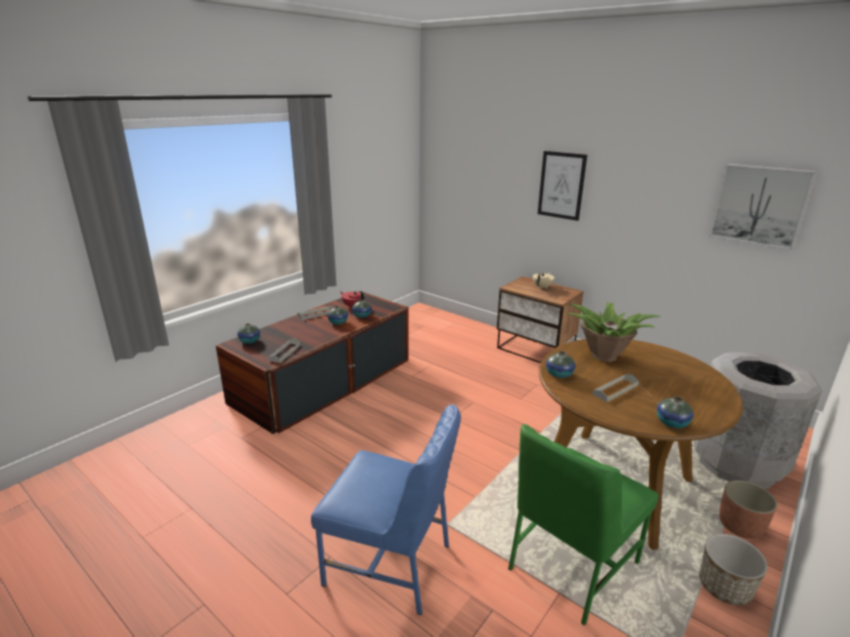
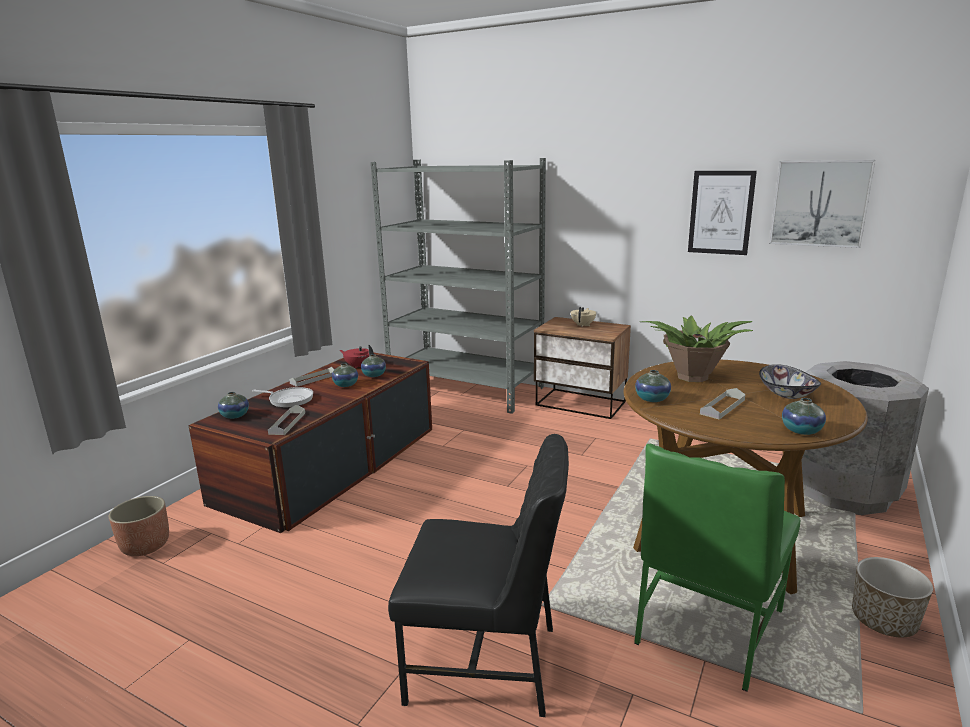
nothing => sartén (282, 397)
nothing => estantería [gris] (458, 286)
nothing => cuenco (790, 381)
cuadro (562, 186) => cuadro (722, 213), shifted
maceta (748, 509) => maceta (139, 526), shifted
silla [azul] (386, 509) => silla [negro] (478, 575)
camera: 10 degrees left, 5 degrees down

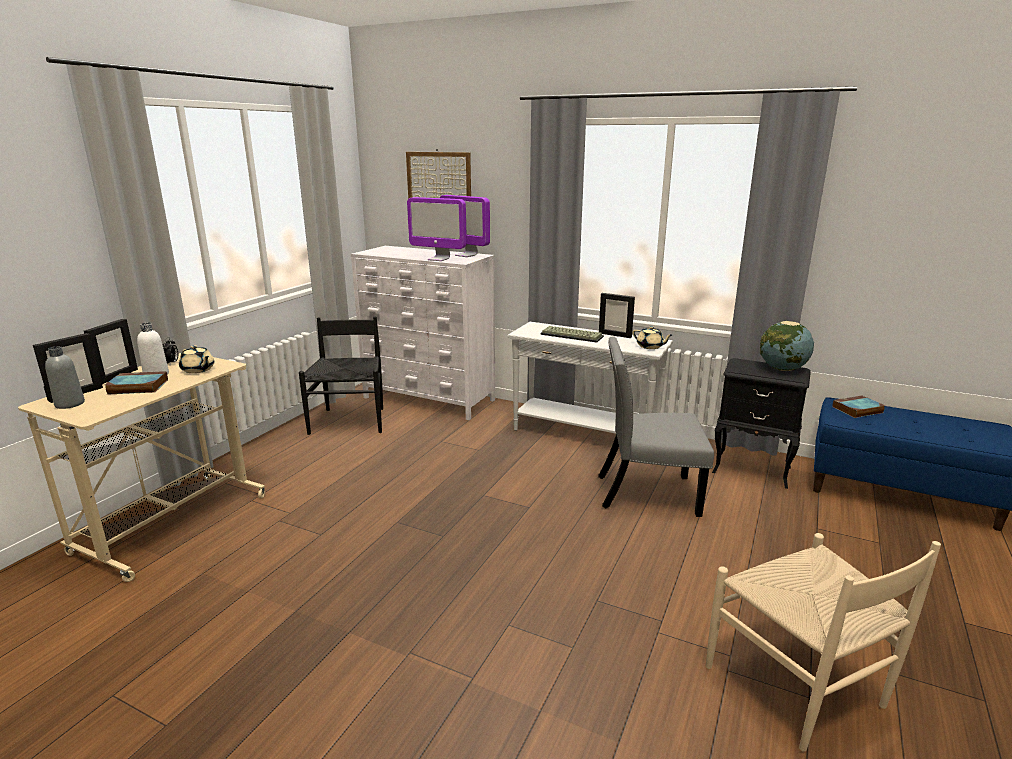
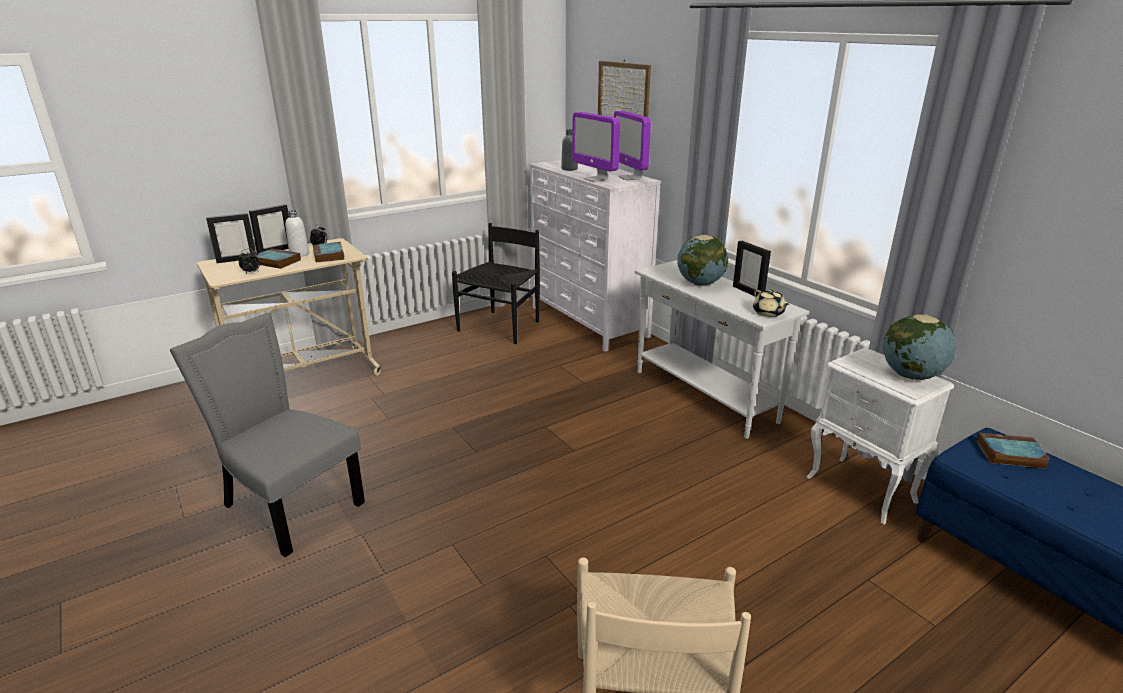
nothing => despertador (249, 262)
botella [gris] (65, 377) => botella [gris] (569, 150), shifted
silla [gris] (656, 426) => silla [gris] (267, 435), shifted
tetera [beis] (196, 359) => libro (329, 252)
teclado (572, 334) => globo terráqueo (703, 260)
mesita de noche [negro] (761, 423) => mesita de noche [blanco] (880, 436)
camera: 30 degrees right, 5 degrees up

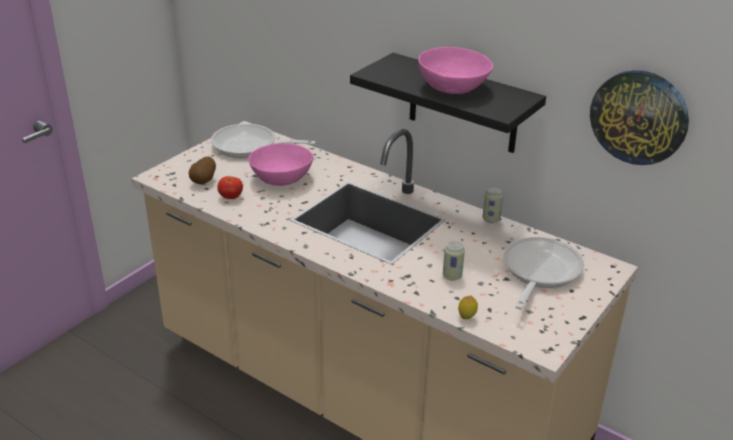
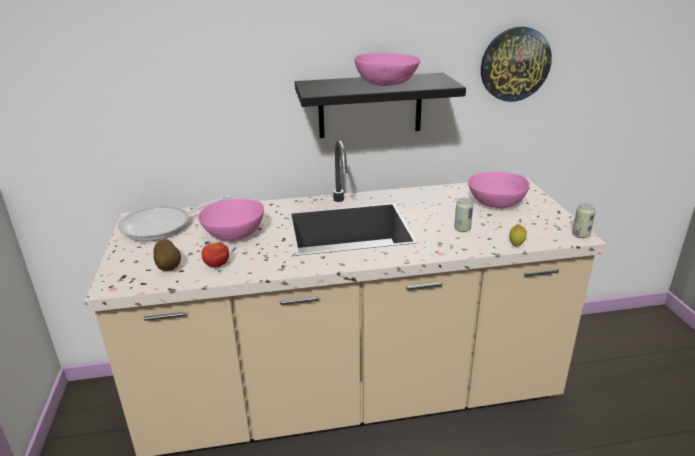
lata (493, 205) => lata (584, 220), shifted
sartén (543, 273) => cuenco [rosa] (499, 190)
camera: 45 degrees left, 5 degrees down

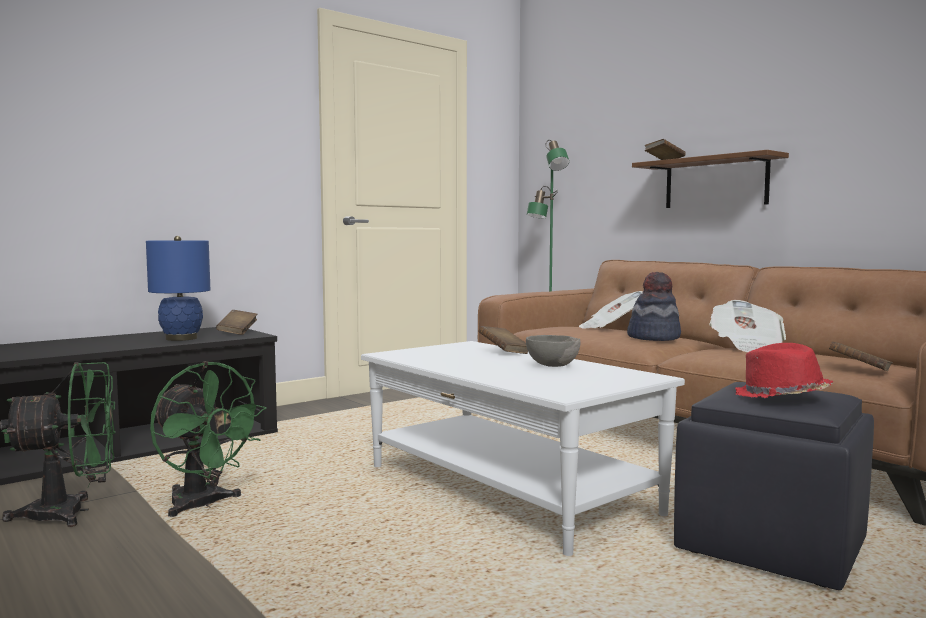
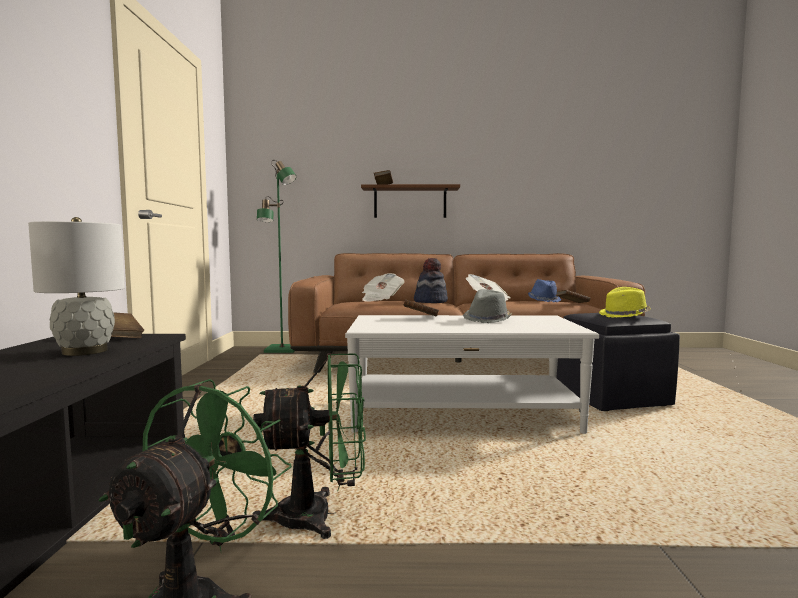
nothing => sombrero [azul] (544, 290)
cuenco [gris] (553, 351) => sombrero [gris] (487, 306)
lámpara de mesa [azul] (178, 288) => lámpara de mesa [blanco] (76, 286)
sombrero [rojo] (784, 370) => sombrero [amarillo] (624, 302)
camera: 50 degrees left, 0 degrees up

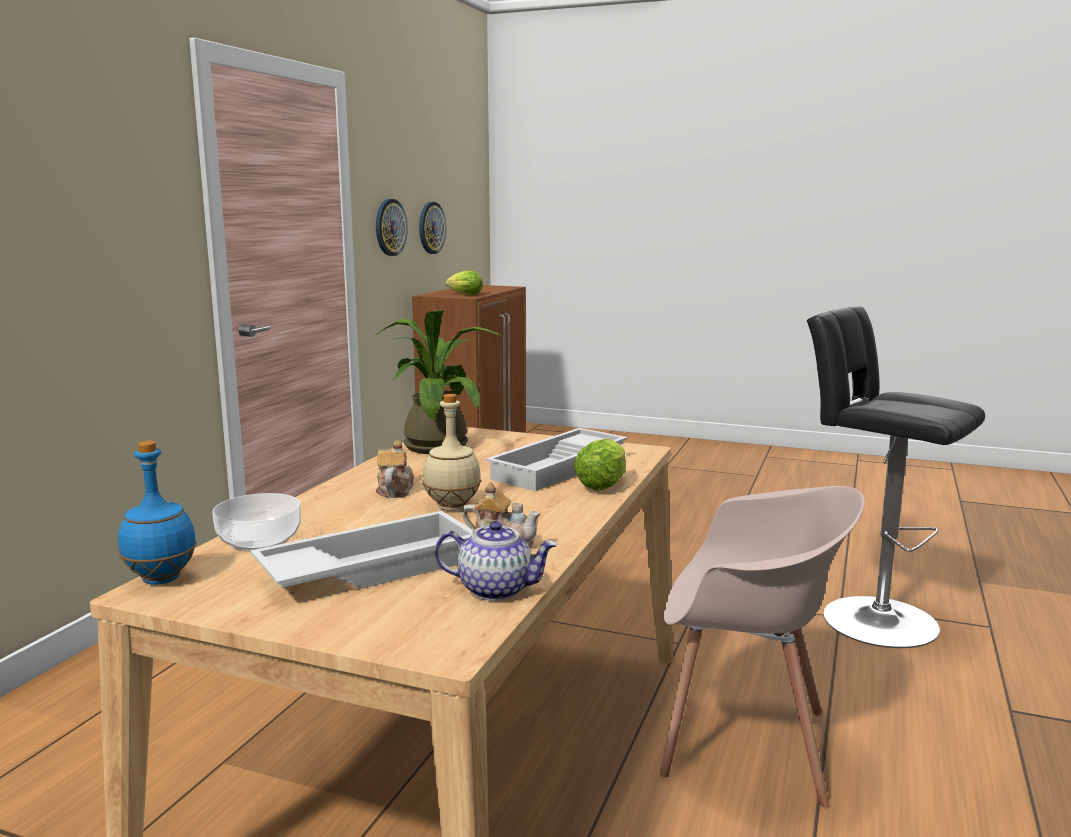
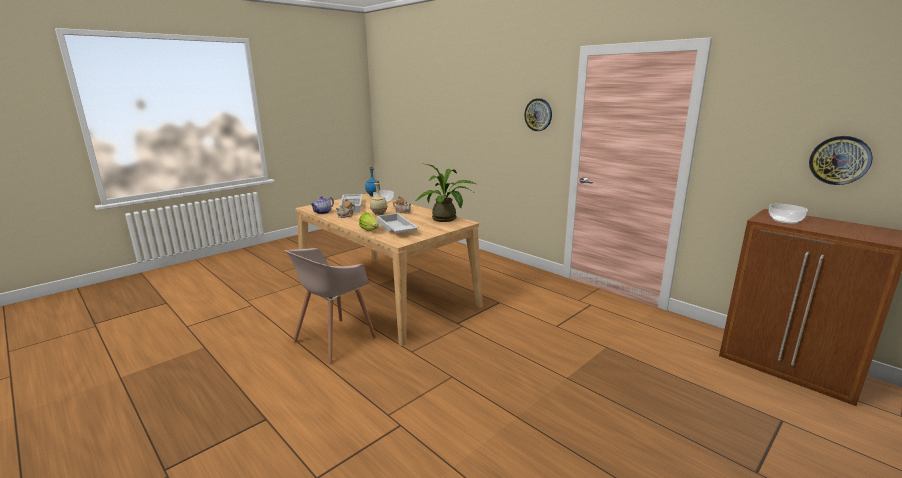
taburete [negro] (896, 477) => nothing
reloj de pared (392, 227) => reloj de pared (538, 114), shifted
lechuga (464, 283) => cuenco (788, 214)
camera: 115 degrees right, 5 degrees up

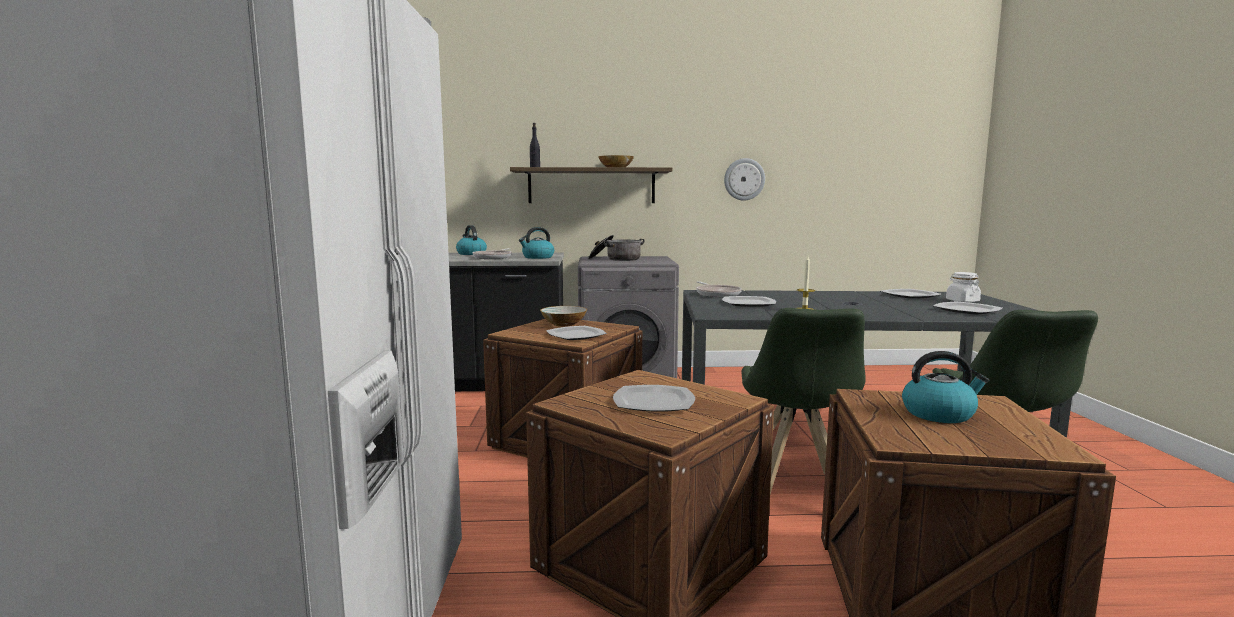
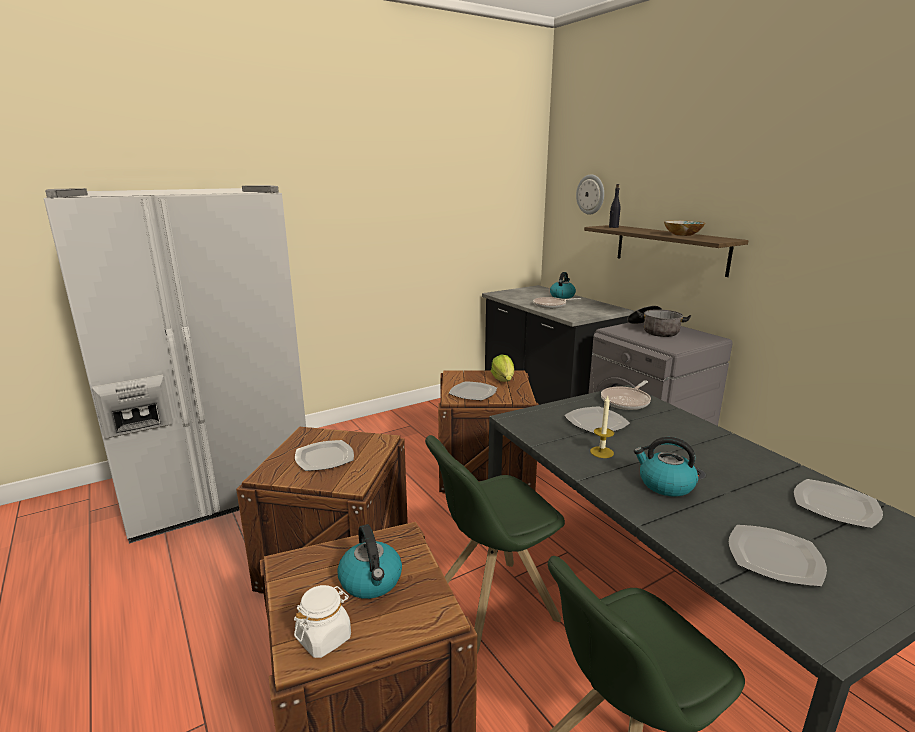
hervidor (536, 243) => hervidor (666, 466), shifted
reloj de pared (744, 179) => reloj de pared (590, 194), shifted
tarro [blanco] (963, 287) => tarro [blanco] (322, 621), shifted
cuenco (563, 316) => lechuga (502, 368)
camera: 60 degrees right, 10 degrees up

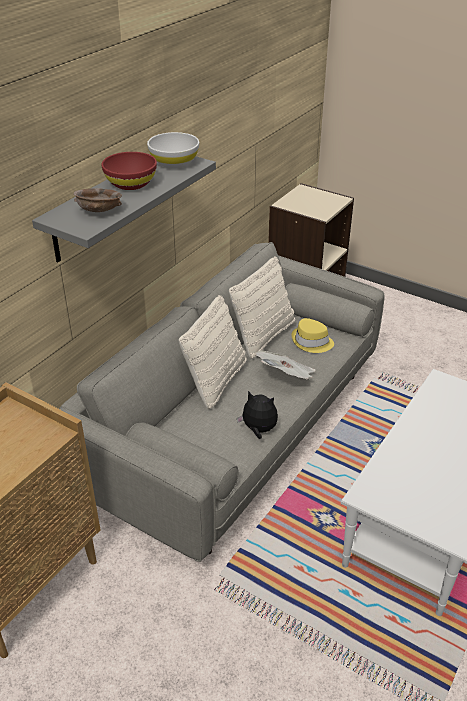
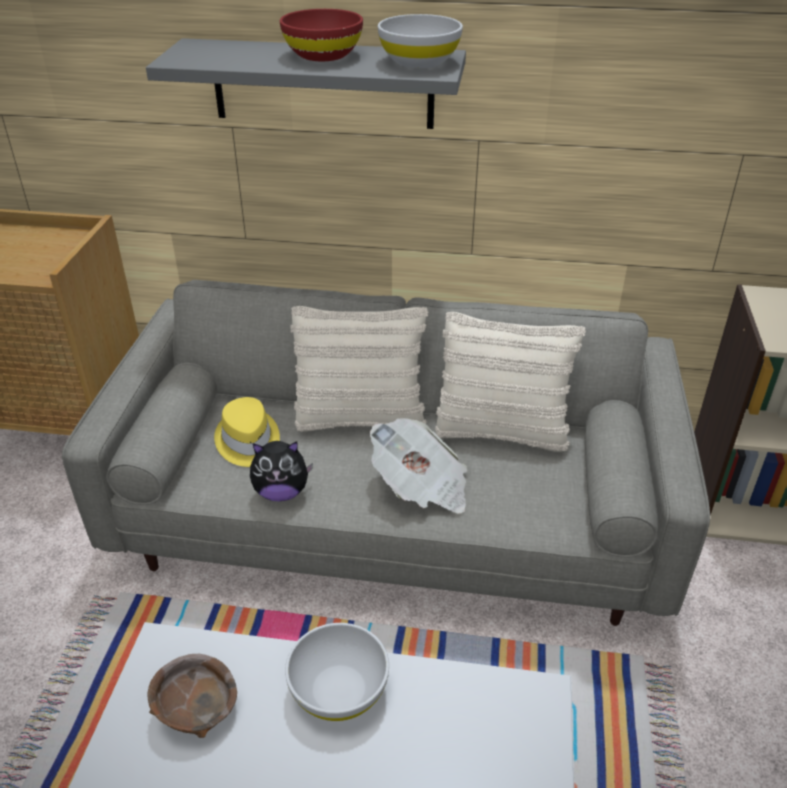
nothing => cuenco [blanco] (337, 672)
cuenco [marrón] (97, 200) => cuenco [marrón] (192, 696), shifted
sombrero [amarillo] (312, 335) => sombrero [amarillo] (247, 432), shifted
peluche (257, 415) => peluche (281, 471), 90 degrees clockwise
camera: 65 degrees right, 0 degrees up

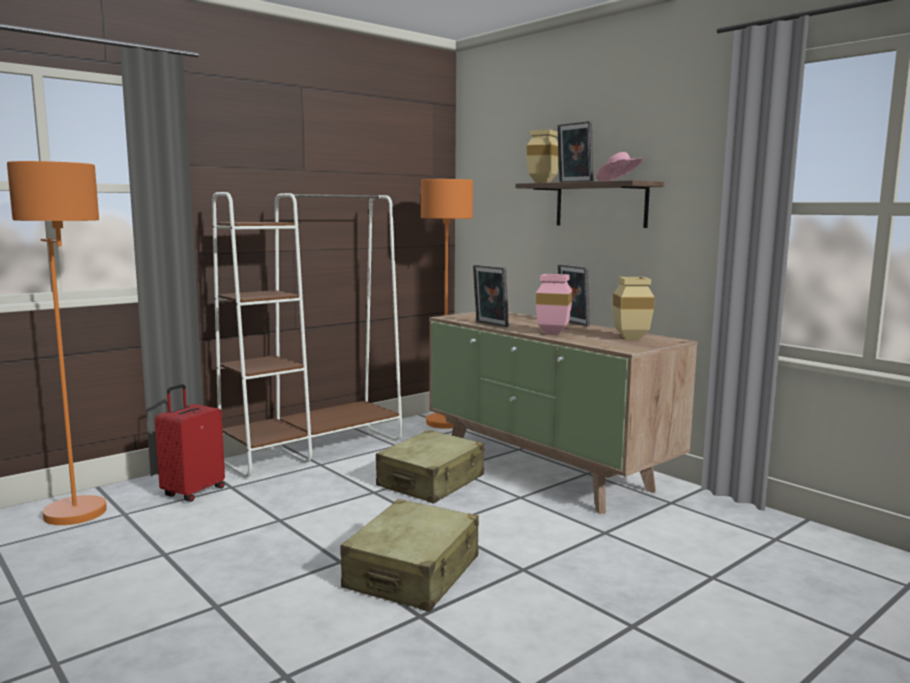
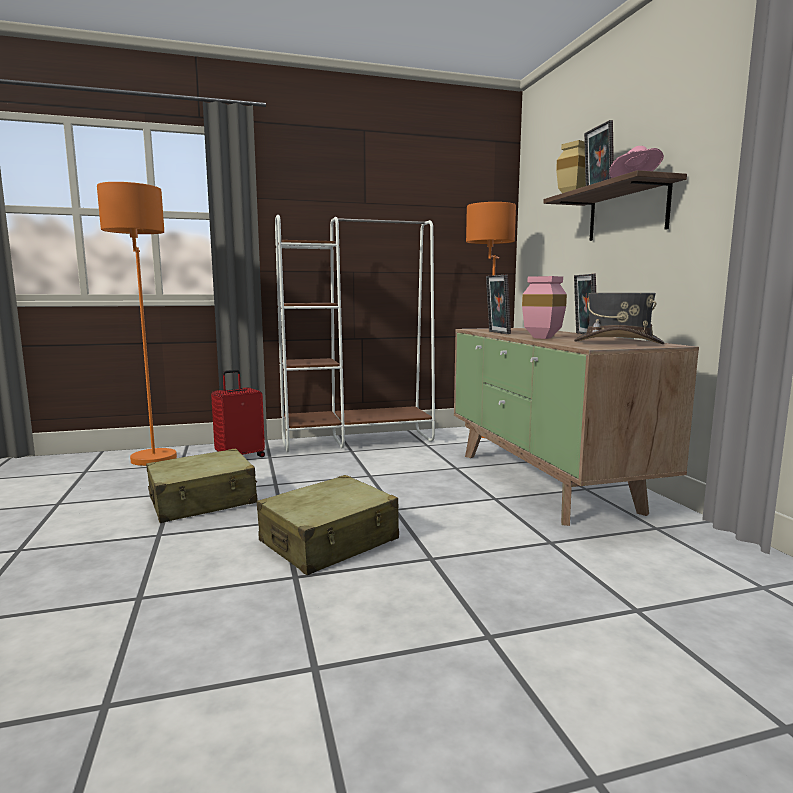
maleta [beis] (430, 467) => maleta [beis] (202, 486), shifted
florero [beis] (634, 308) => sombrero [gris] (619, 318)
camera: 25 degrees right, 0 degrees up

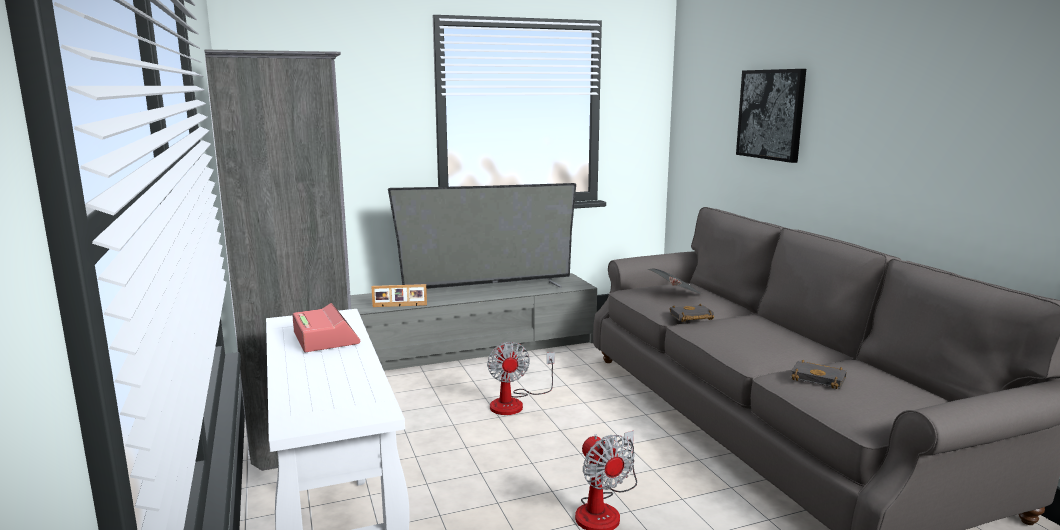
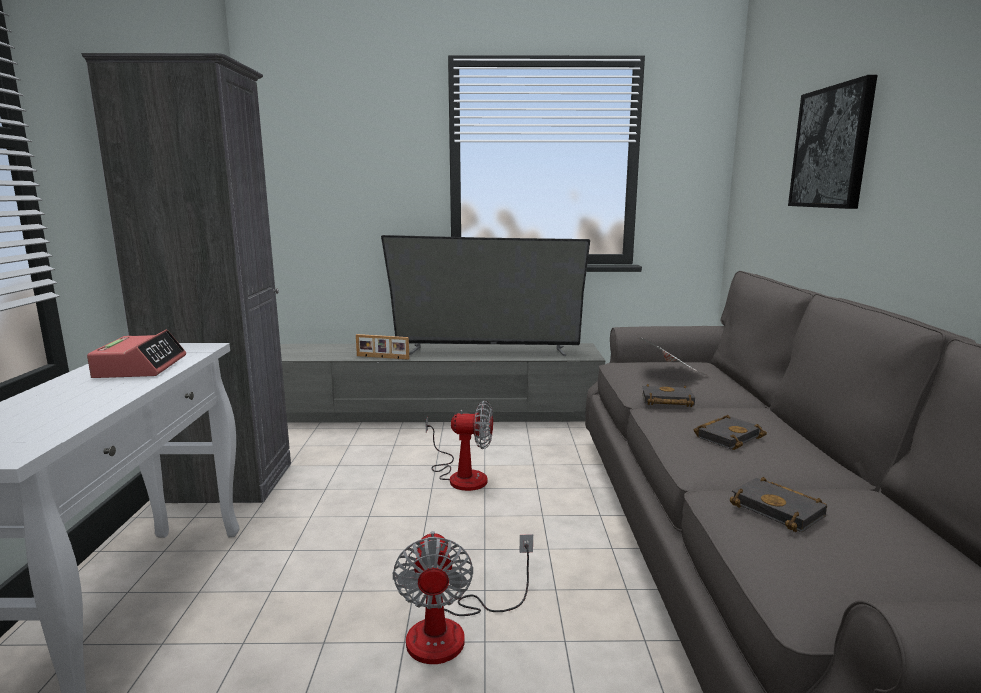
nothing => libro [negro] (730, 432)
ventilador (521, 378) => ventilador (459, 446), 90 degrees counterclockwise
camera: 20 degrees right, 0 degrees up

